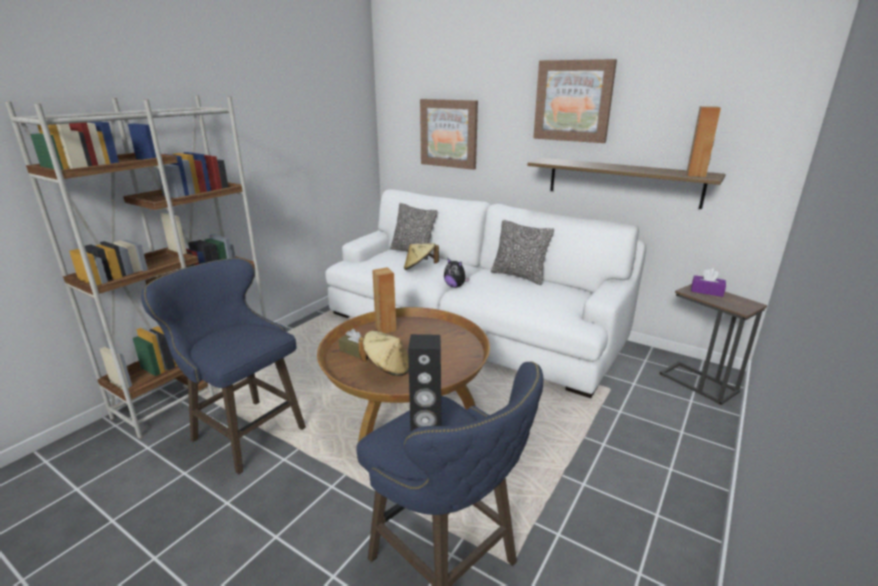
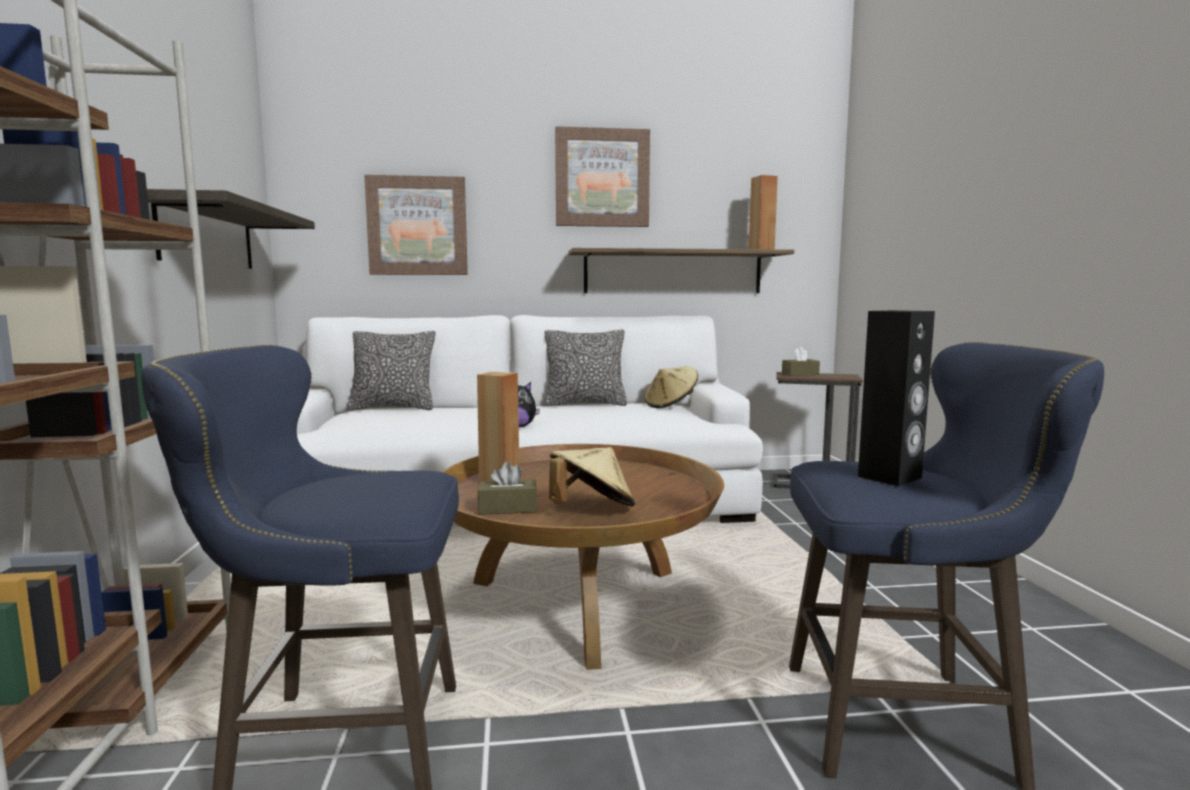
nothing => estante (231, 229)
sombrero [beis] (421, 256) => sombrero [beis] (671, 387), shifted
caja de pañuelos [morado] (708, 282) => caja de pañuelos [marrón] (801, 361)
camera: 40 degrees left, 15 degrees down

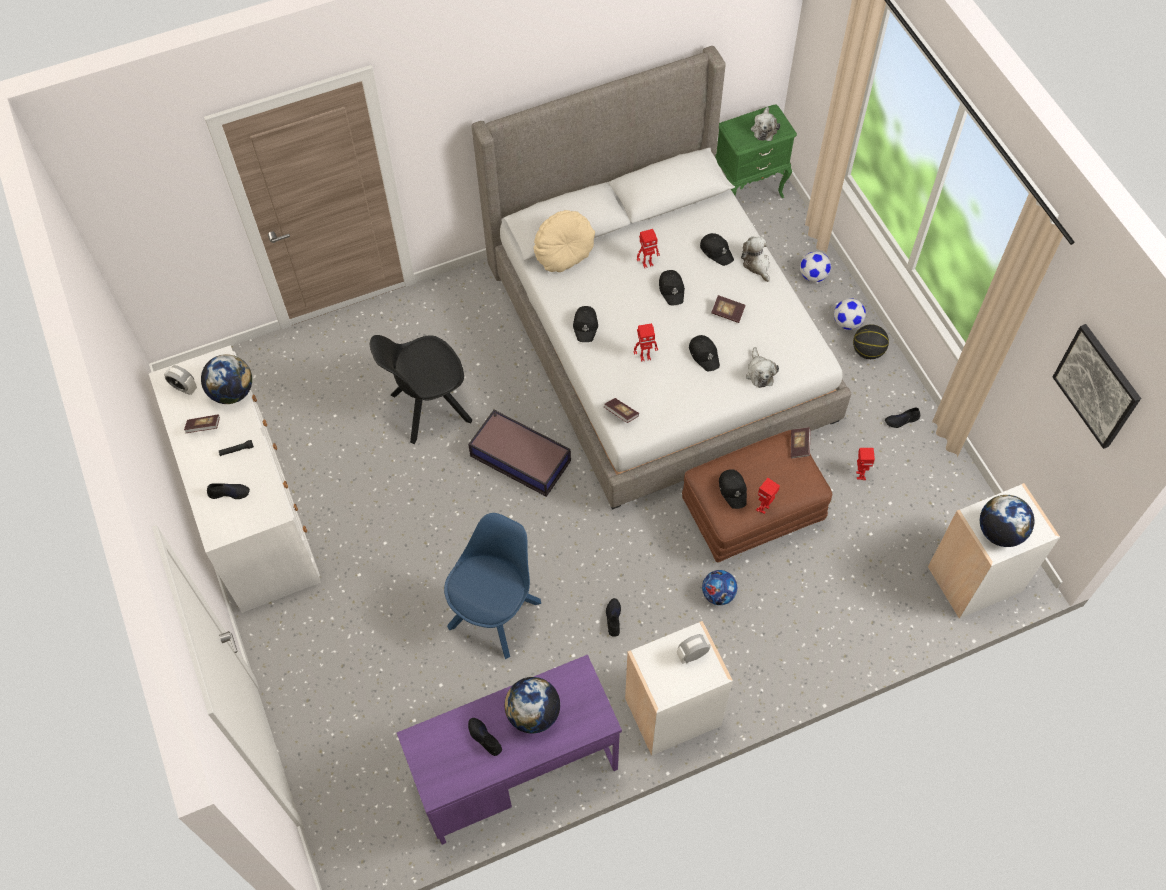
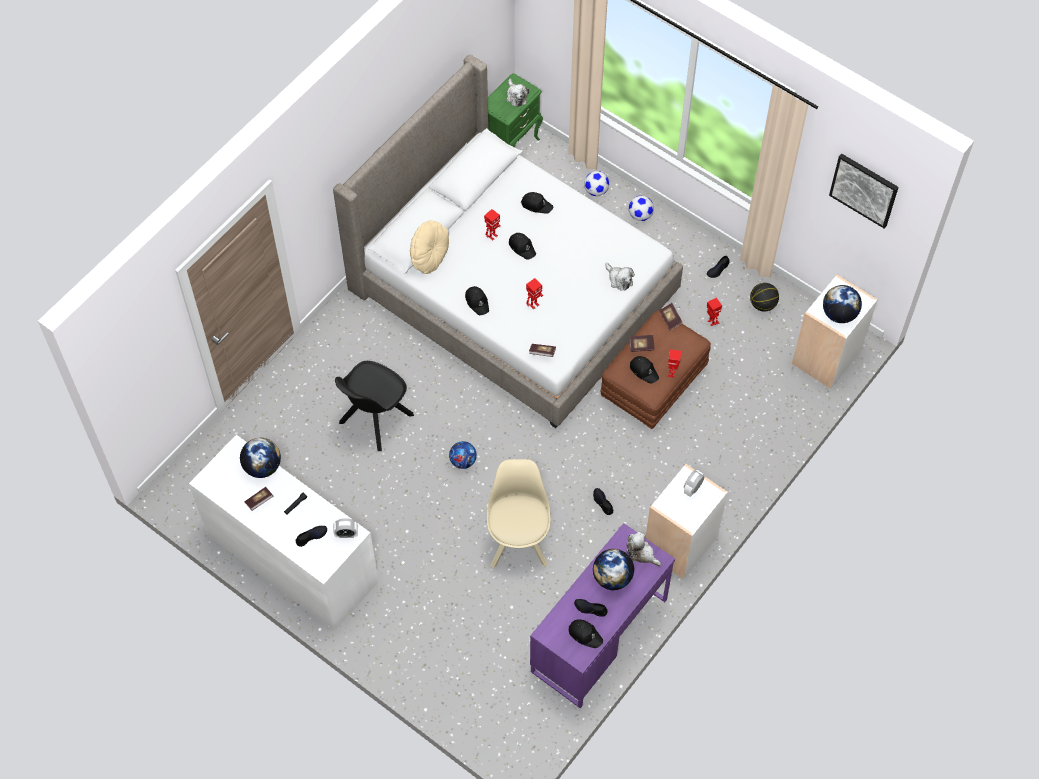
caja de almacenaje (519, 453) => nothing
despertador (180, 380) => despertador (345, 528), shifted
gorra [negro] (704, 353) => gorra [negro] (585, 633), shifted
balón de fútbol (719, 587) => balón de fútbol (463, 455), shifted
libro (728, 309) => libro (642, 343), shifted
peluche (755, 259) => peluche (643, 549), shifted
balón de baloncesto (871, 341) => balón de baloncesto (764, 297), shifted
silla [azul] (492, 586) => silla [beis] (519, 513)
camera: 30 degrees left, 0 degrees up

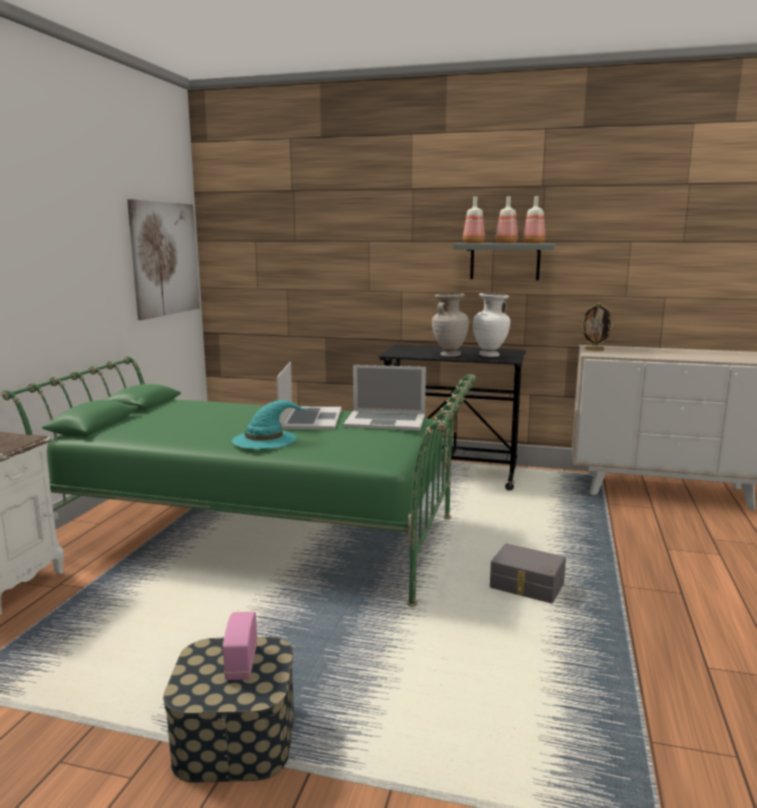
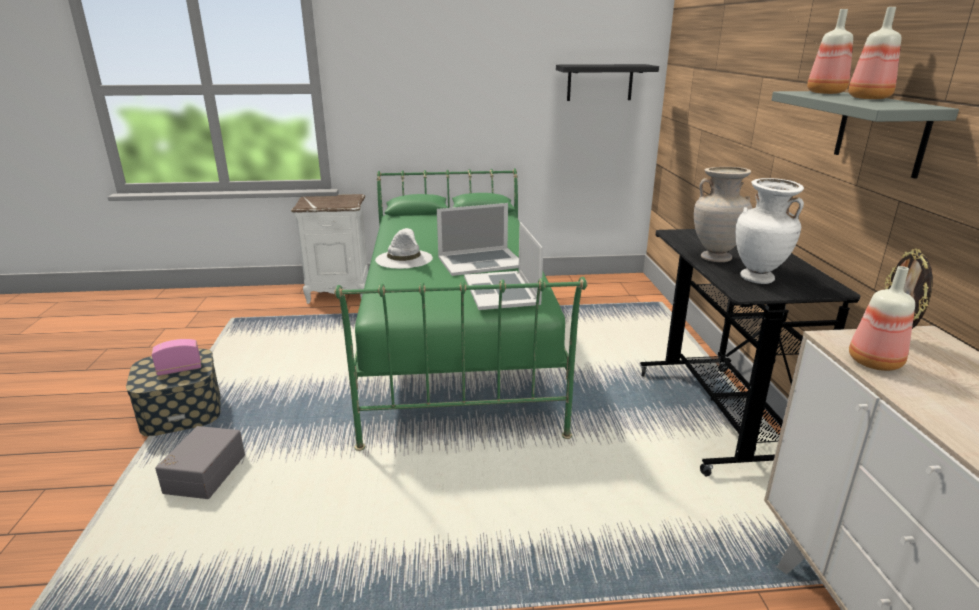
caja de almacenaje [gris] (528, 573) => caja de almacenaje [gris] (200, 462), shifted
botella (534, 219) => botella (882, 318), shifted
cuadro (163, 259) => estante [negro] (607, 82)
sombrero [turquesa] (270, 424) => sombrero [blanco] (404, 248)
camera: 70 degrees right, 10 degrees up

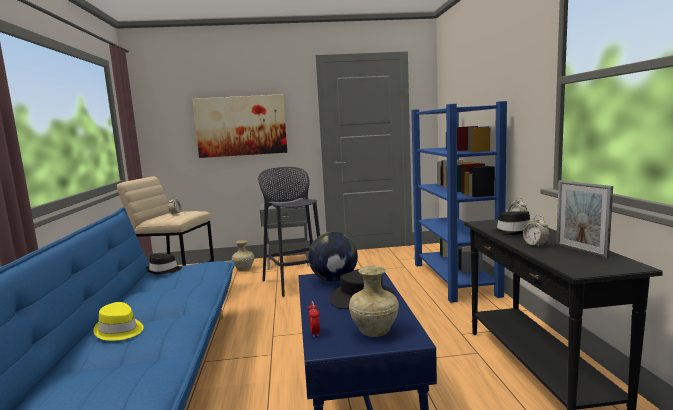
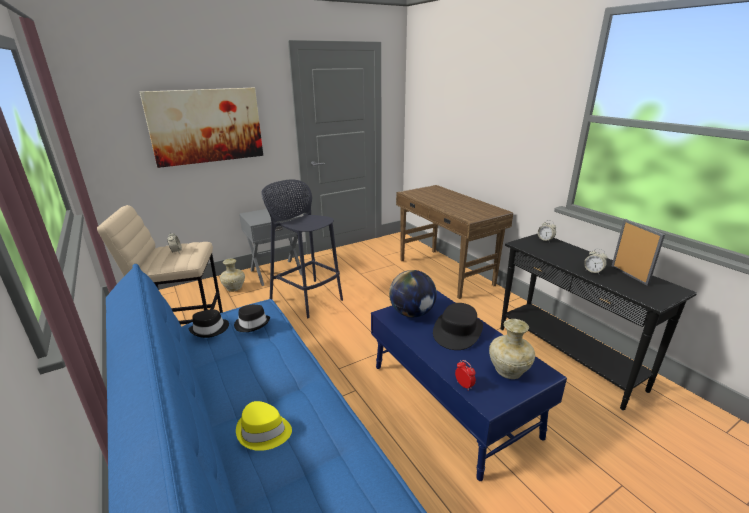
sombrero [negro] (510, 223) => sombrero [negro] (252, 318), shifted
estantería [azul] (459, 202) => mesa consola [marrón] (454, 242)
portarretratos (584, 219) => portarretratos (638, 252), 150 degrees counterclockwise
camera: 25 degrees left, 15 degrees up

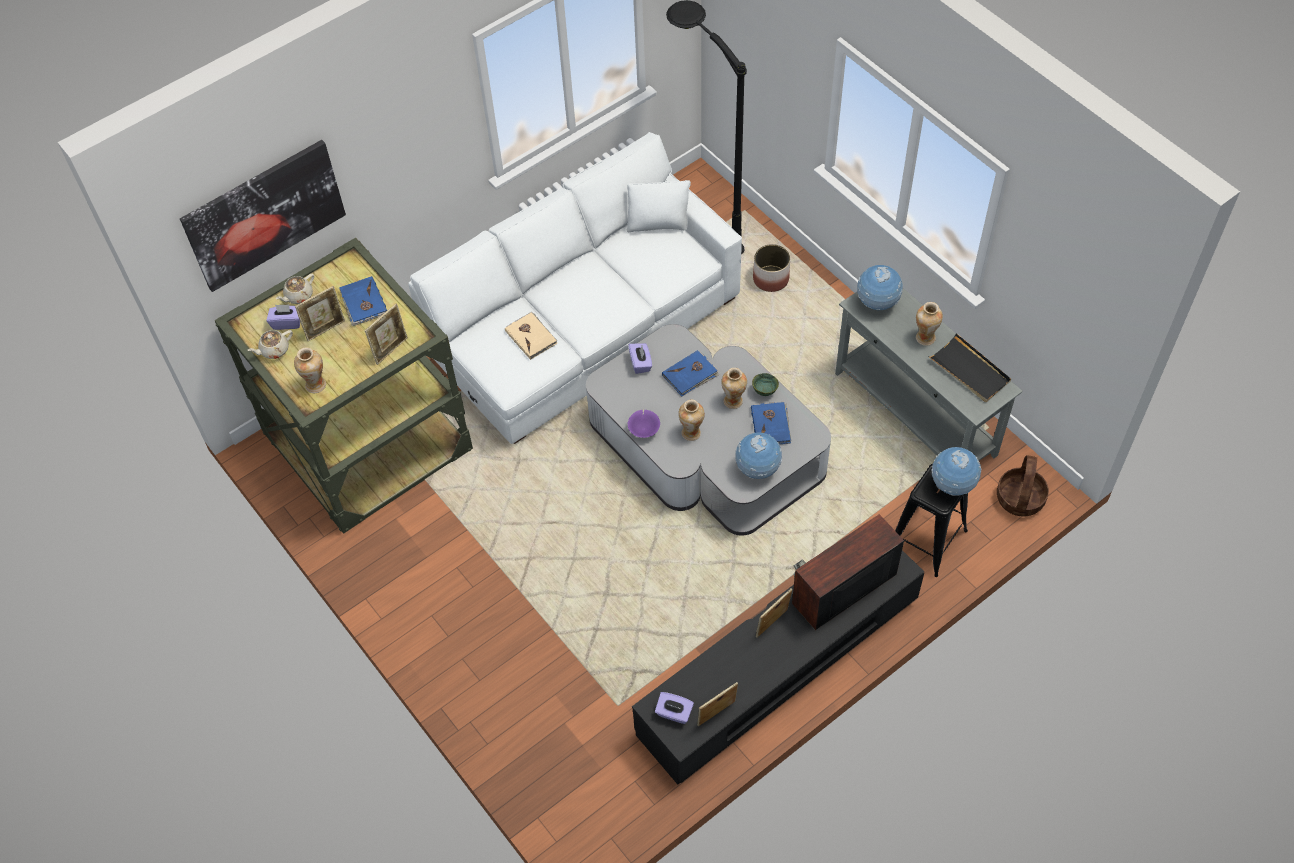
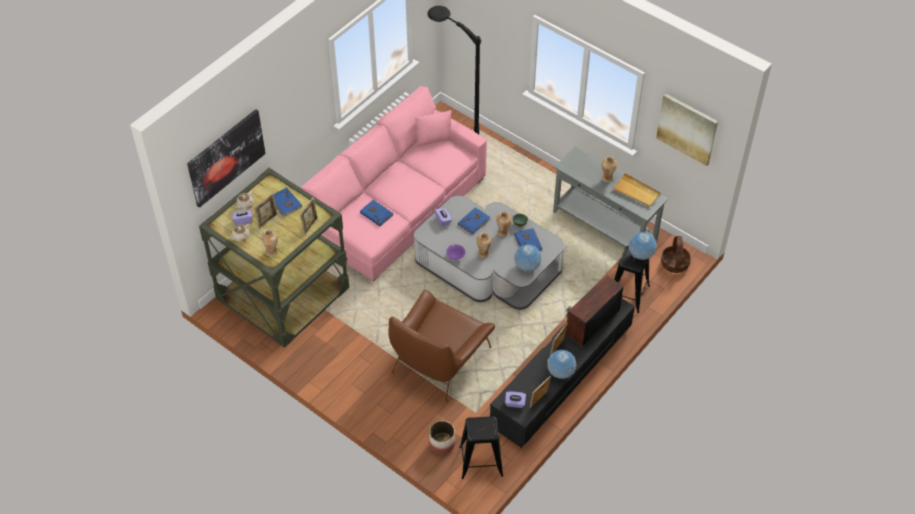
nothing => sillón [marrón] (442, 346)
nothing => taburete [negro] (481, 447)
nothing => cuadro (687, 129)
maceta (771, 268) => maceta (442, 437), shifted
globo terráqueo (880, 287) => globo terráqueo (562, 364), shifted
sofá [blanco] (575, 288) => sofá [rosa] (394, 183)
libro [beis] (531, 335) => libro [azul] (376, 212)
bandeja [negro] (969, 367) => bandeja [beis] (637, 190)
camera: 15 degrees left, 5 degrees down

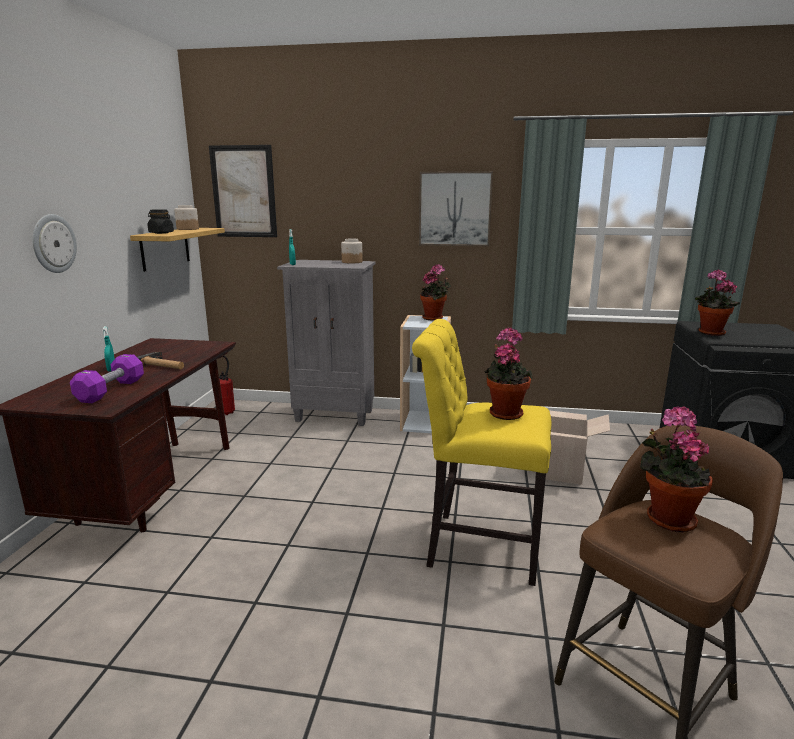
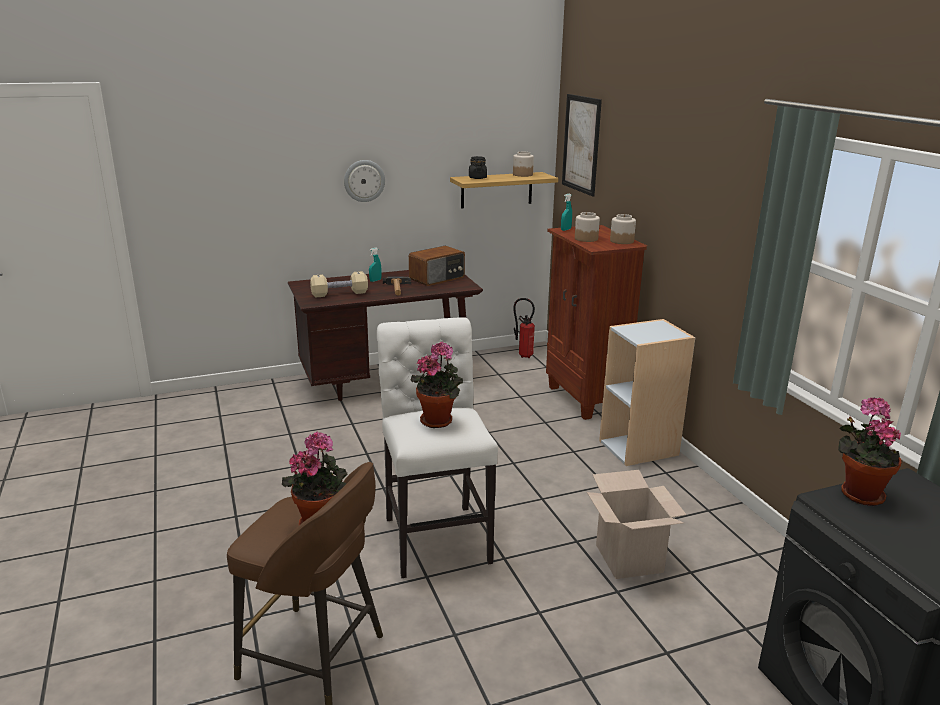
cuadro (456, 208) => nothing
planta en maceta (435, 292) => nothing
nothing => radio (437, 266)
nothing => tarro (587, 227)
mancuerna [morado] (107, 378) => mancuerna [beis] (339, 284)
armario [gris] (326, 343) => armario [marrón] (596, 322)
taburete [amarillo] (481, 452) => taburete [blanco] (437, 447)
camera: 60 degrees right, 5 degrees up

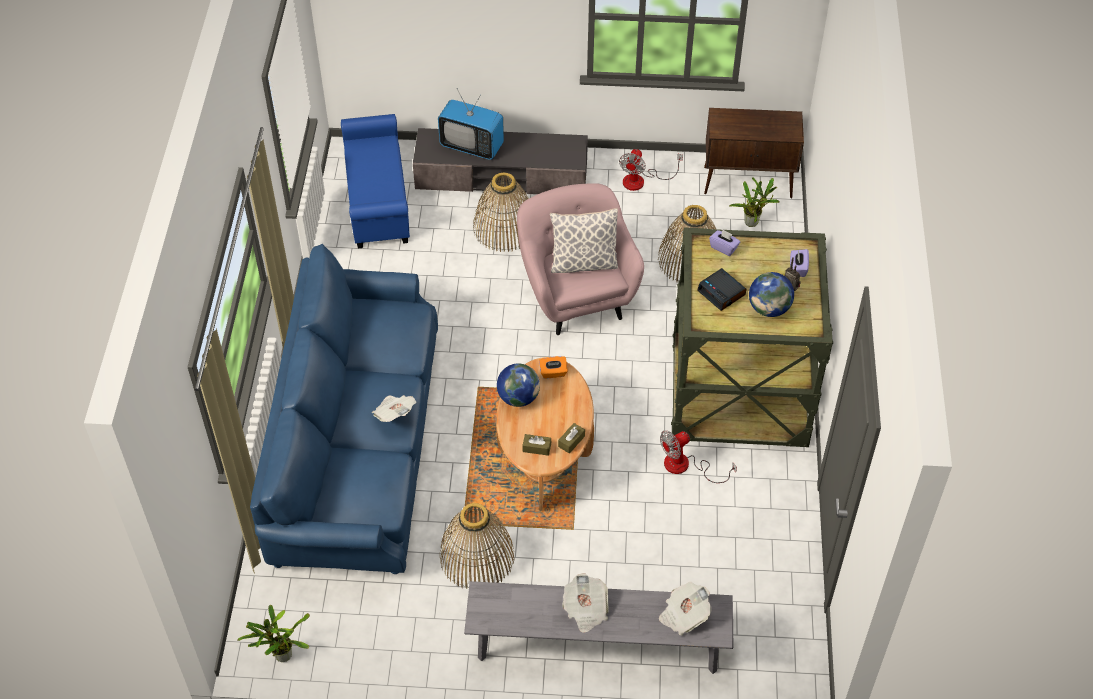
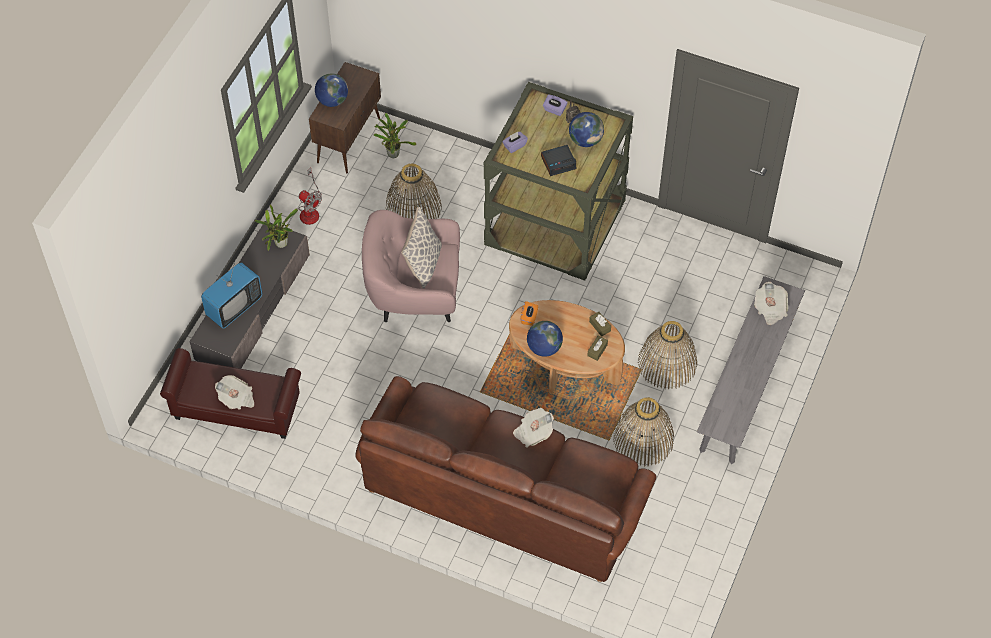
ventilador (698, 457) => nothing
nothing => globo terráqueo (331, 90)
planta en maceta (274, 633) => planta en maceta (276, 227), shifted
cesta (501, 212) => cesta (667, 355), shifted
periódico (585, 603) => periódico (234, 392), shifted
sofá [azul] (344, 409) => sofá [marrón] (506, 479)
puf [azul] (375, 181) => puf [marrón] (230, 393)
camera: 70 degrees left, 5 degrees up

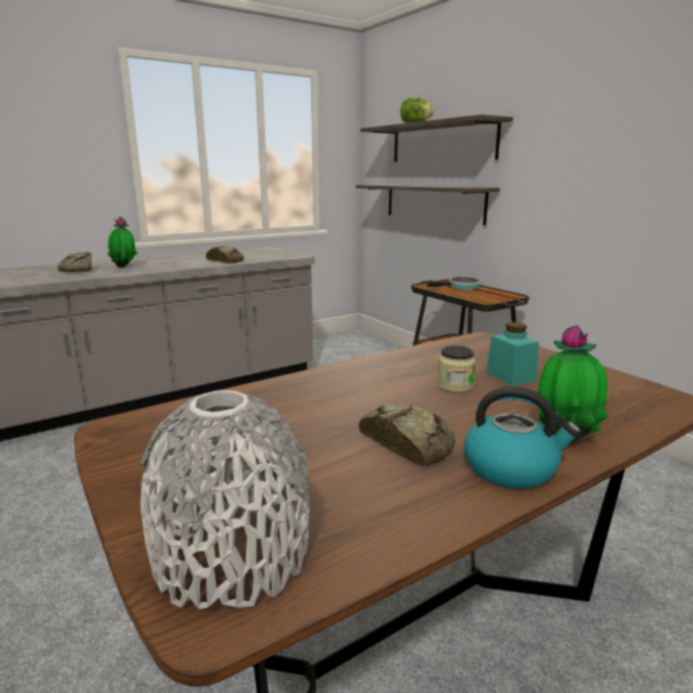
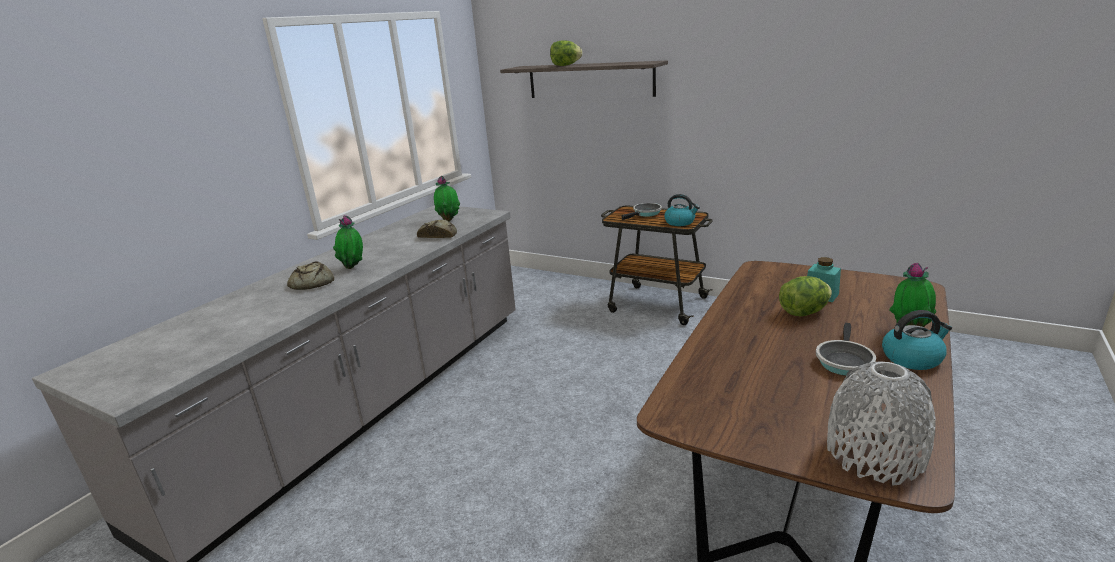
estante (428, 204) => nothing
nothing => planta en maceta (447, 198)
nothing => hervidor (682, 210)
pan (407, 435) => sartén (846, 349)
tarro (456, 369) => lechuga (805, 296)
camera: 25 degrees left, 5 degrees up

